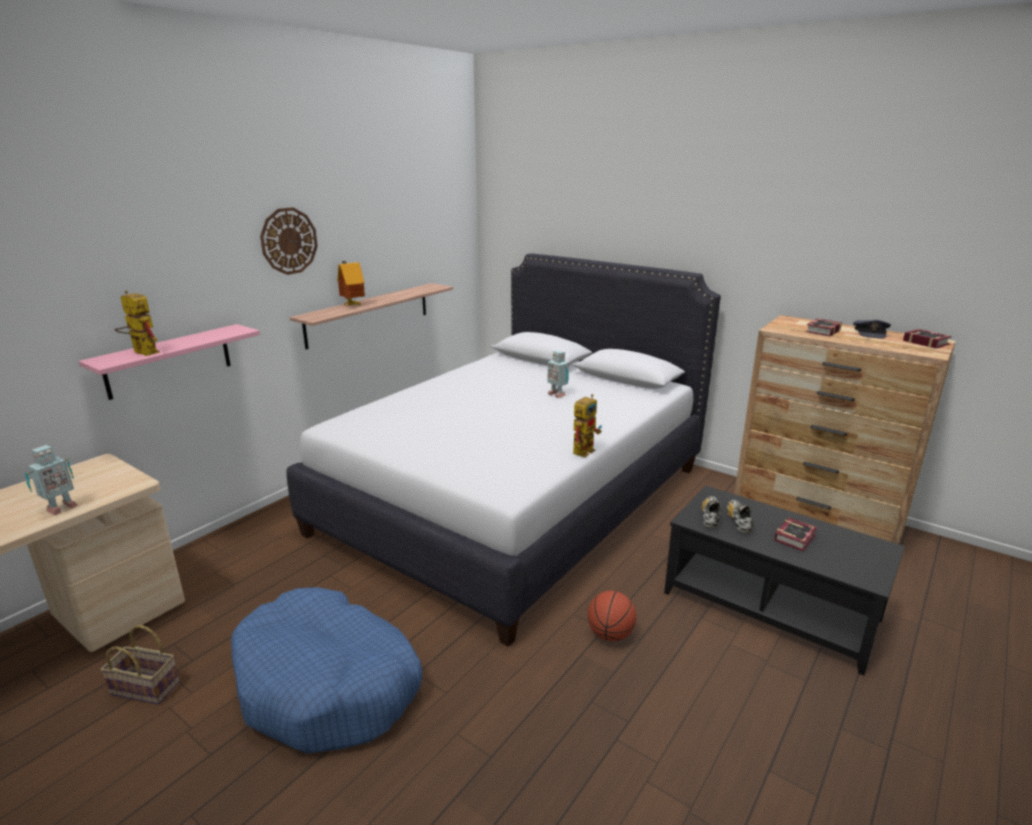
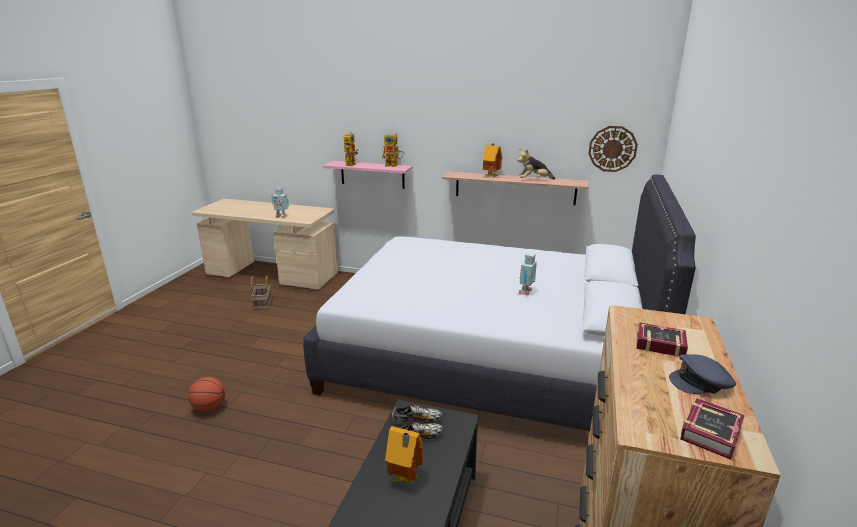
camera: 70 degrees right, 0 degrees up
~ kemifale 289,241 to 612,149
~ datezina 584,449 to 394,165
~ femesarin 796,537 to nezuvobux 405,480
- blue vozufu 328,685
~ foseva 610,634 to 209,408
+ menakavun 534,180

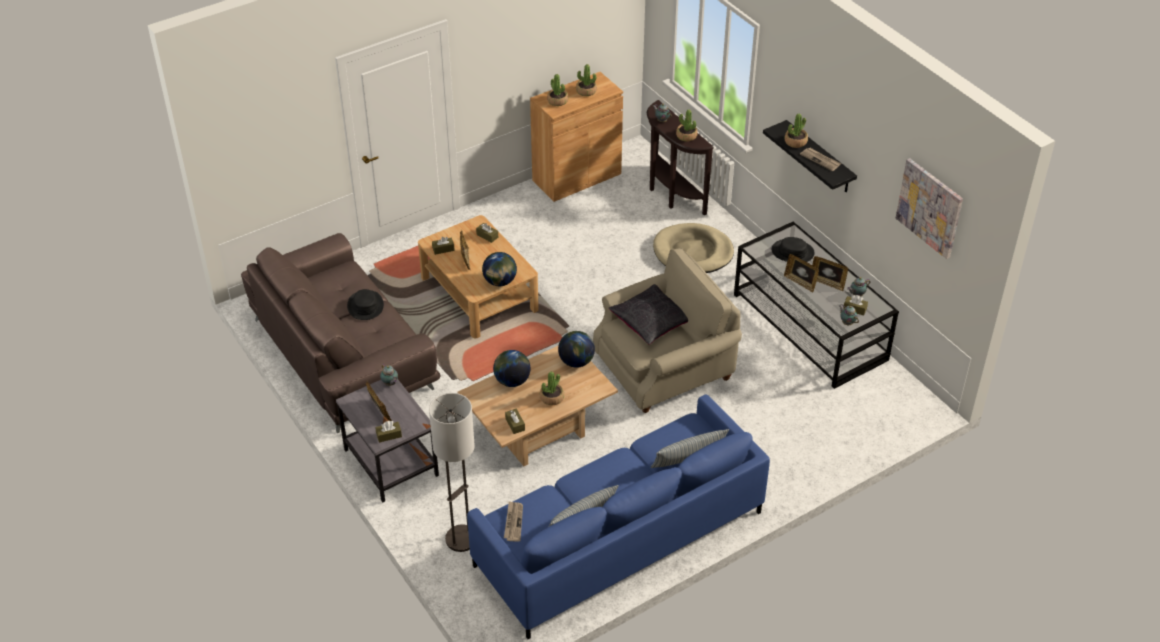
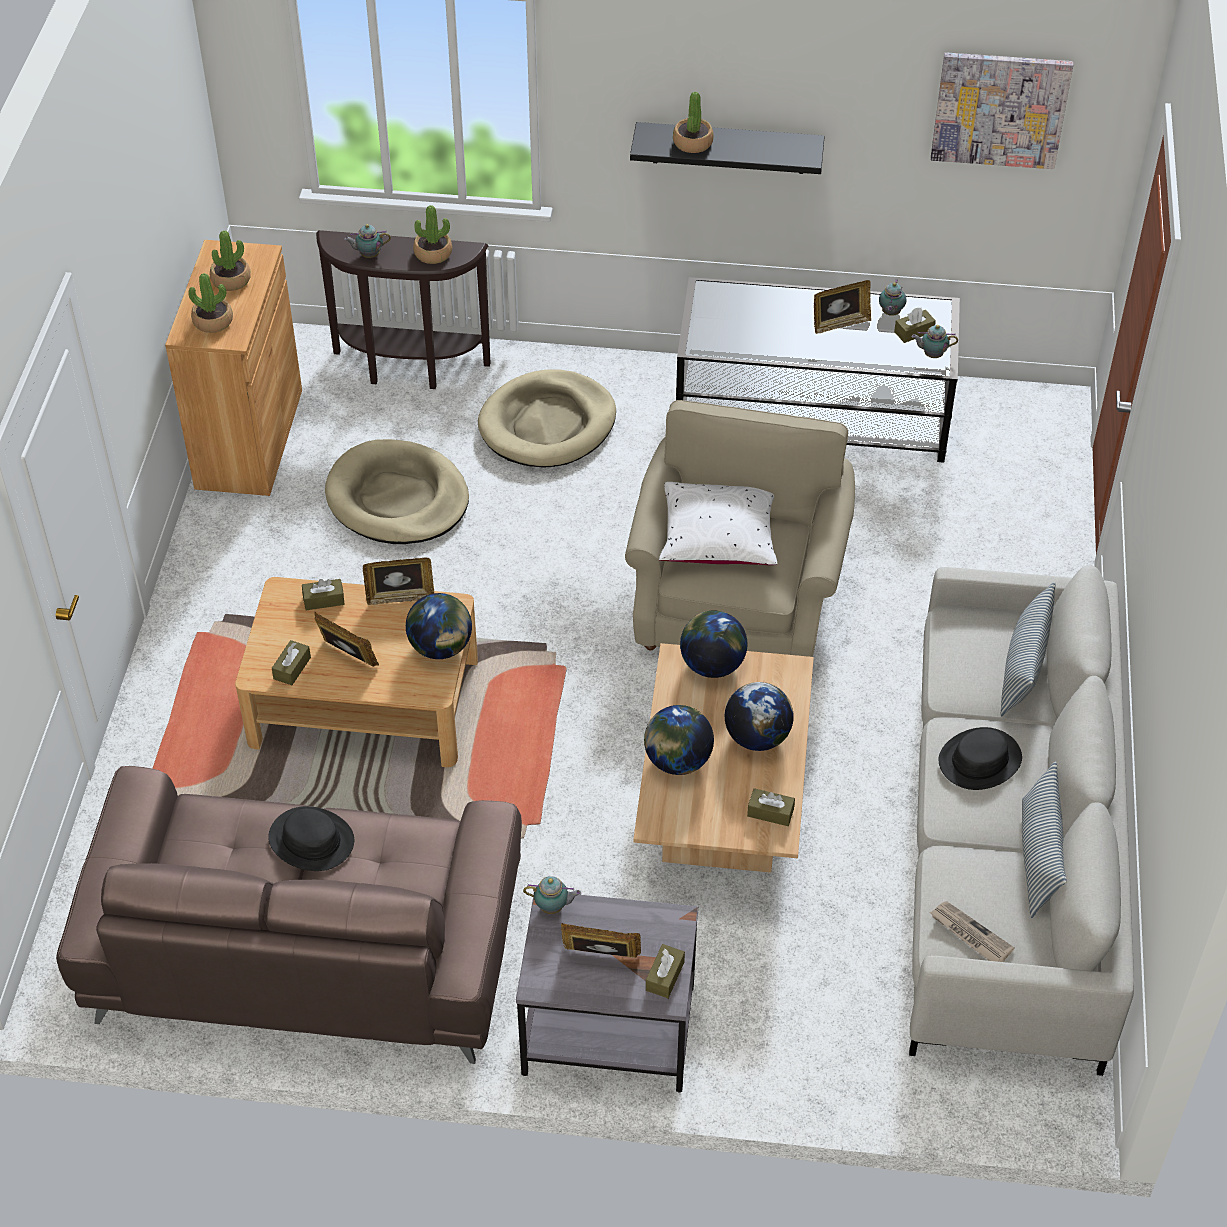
camera: 50 degrees left, 5 degrees up
- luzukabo 820,160
~ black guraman 792,252 to 980,760
~ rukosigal 800,282 to 400,597
~ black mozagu 651,322 to white mozagu 718,537
~ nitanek 551,397 to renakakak 757,737
- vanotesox 461,539
~ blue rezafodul 618,538 to grey rezafodul 1005,852
+ beige vozufu 397,498

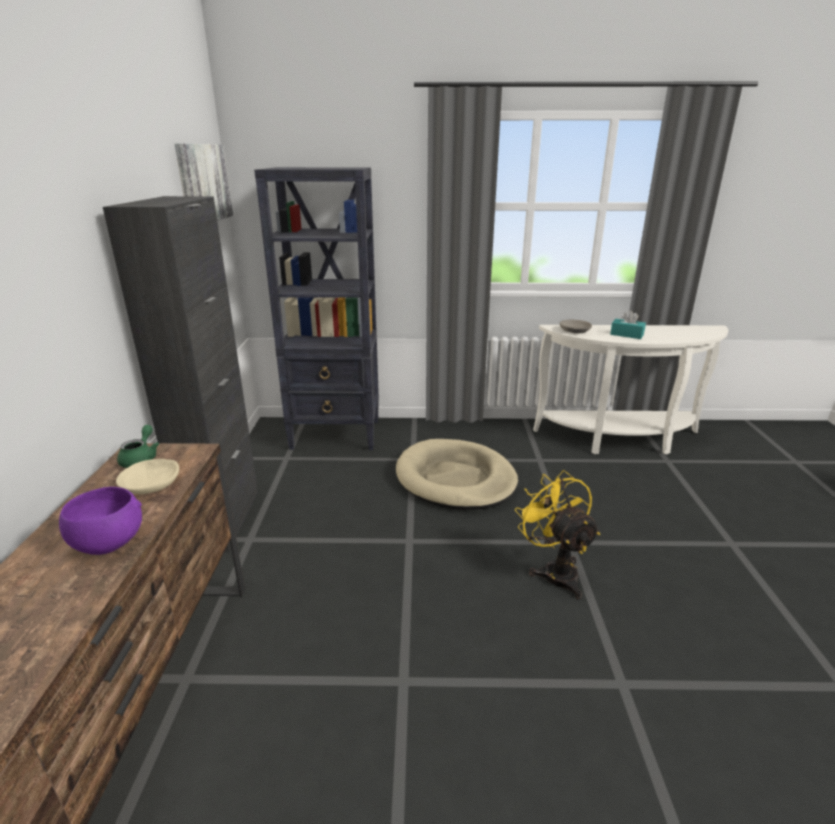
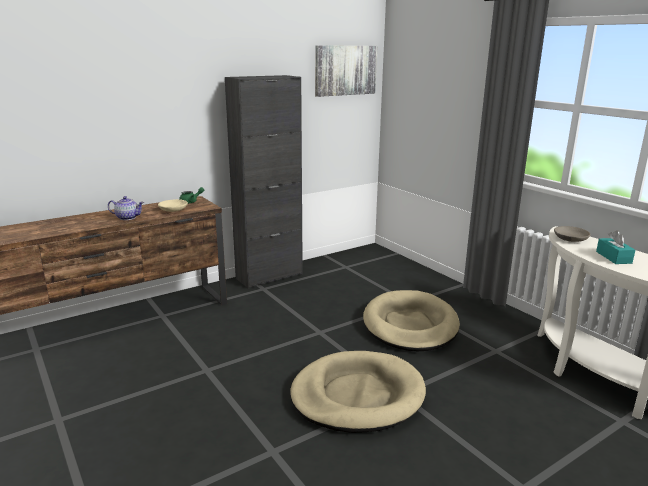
camera: 55 degrees right, 5 degrees down
- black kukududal 337,435
~ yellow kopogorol 555,570 to beige vozufu 357,395
~ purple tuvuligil 108,544 to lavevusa 127,217

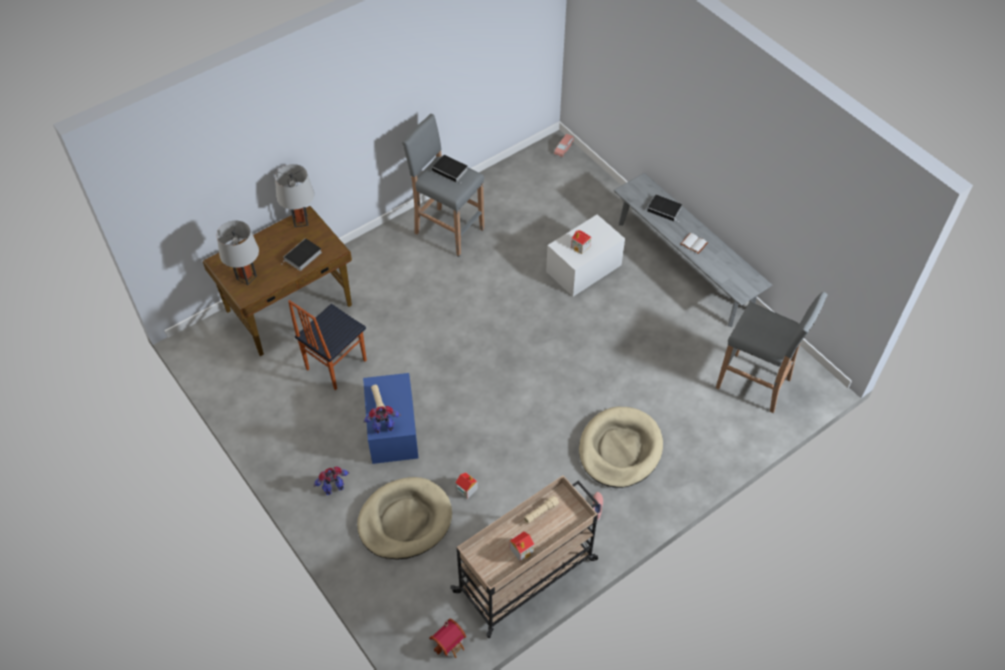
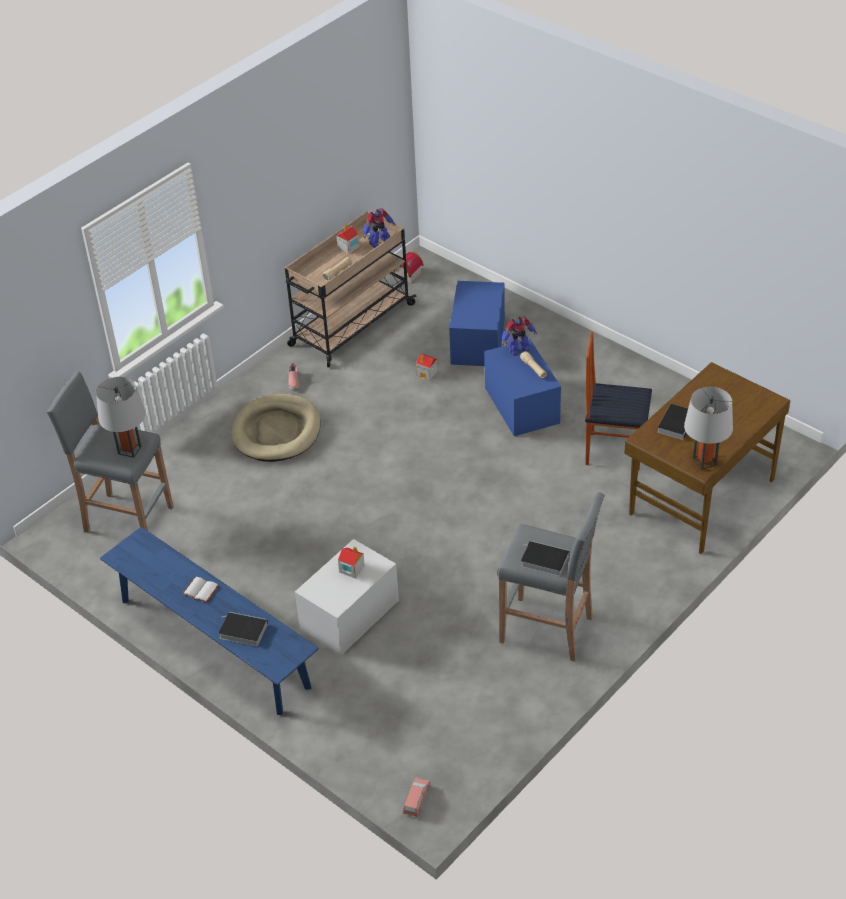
camera: 170 degrees right, 10 degrees down
~ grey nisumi 684,266 to blue nisumi 214,643
~ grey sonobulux 246,277 to 129,450
~ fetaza 335,364 = 614,450 105 degrees counterclockwise
~ datezina 334,488 to 378,242
~ beige vozufu 405,520 to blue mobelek 478,341

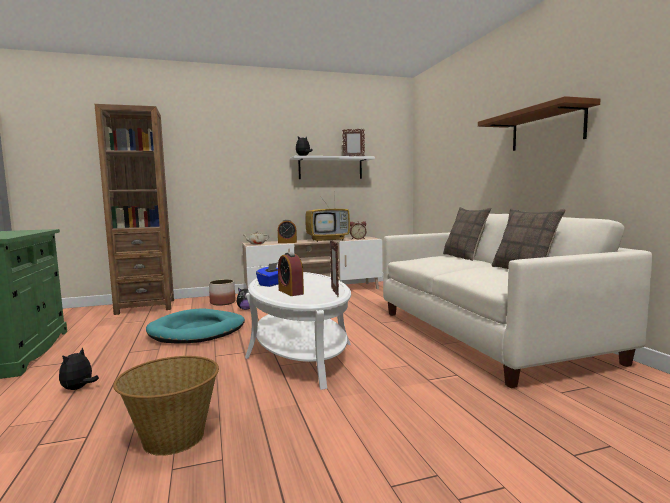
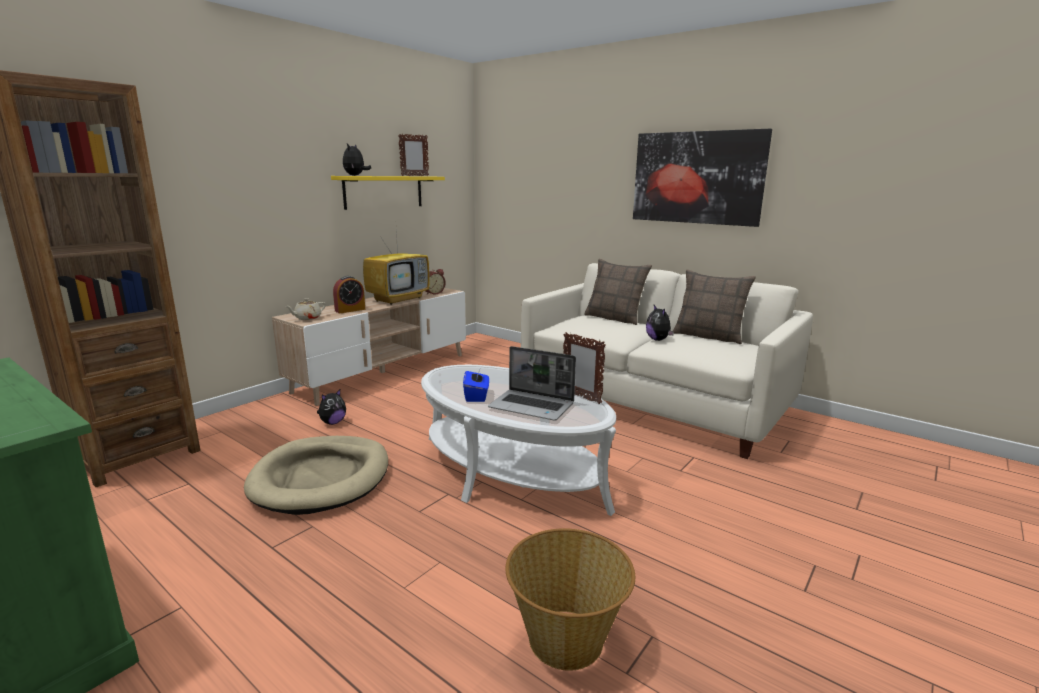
camera: 35 degrees left, 10 degrees up
~ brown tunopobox 547,128 to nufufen 697,178
~ white tunopobox 330,168 to yellow tunopobox 384,192
~ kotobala 291,292 to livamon 532,406
- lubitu 222,303
~ turquoise vozufu 198,331 to beige vozufu 321,478
~ menakavun 78,388 to 658,340

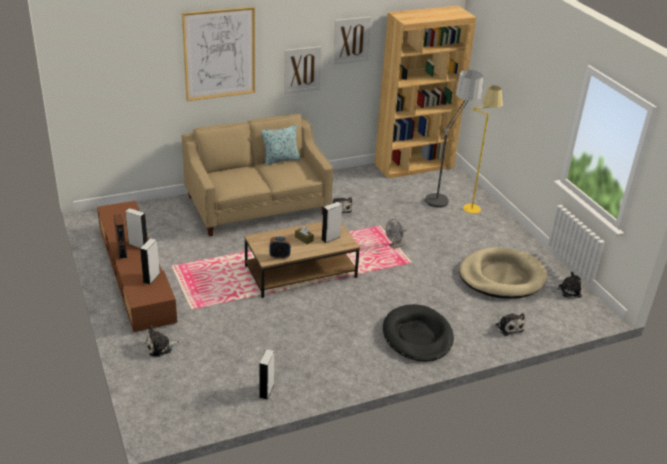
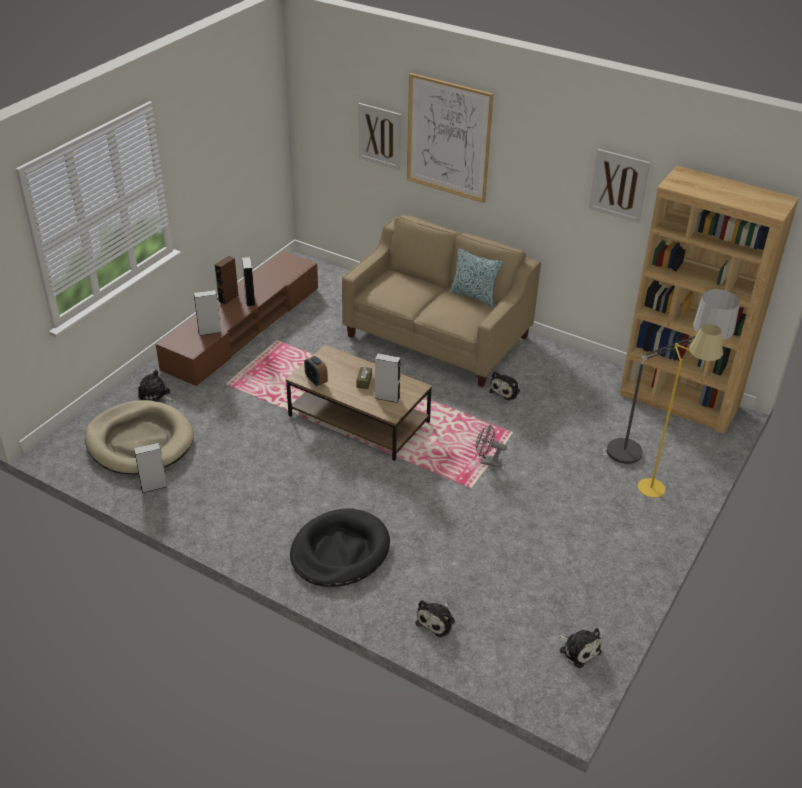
camera: 55 degrees right, 5 degrees up
~ nufufen 302,69 to 380,136
~ beige vozufu 501,277 to 139,441

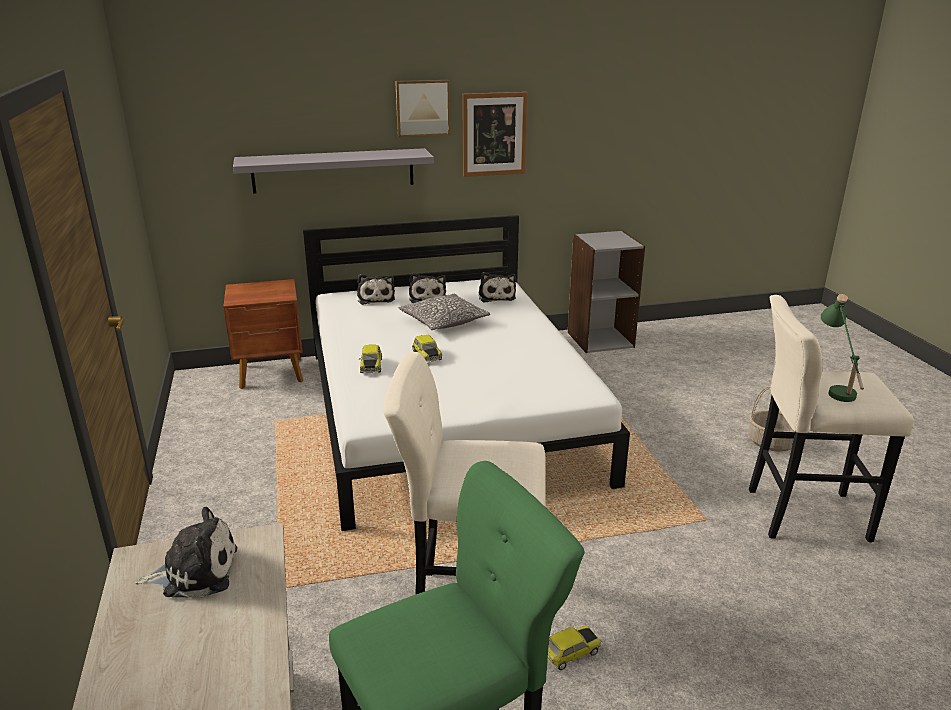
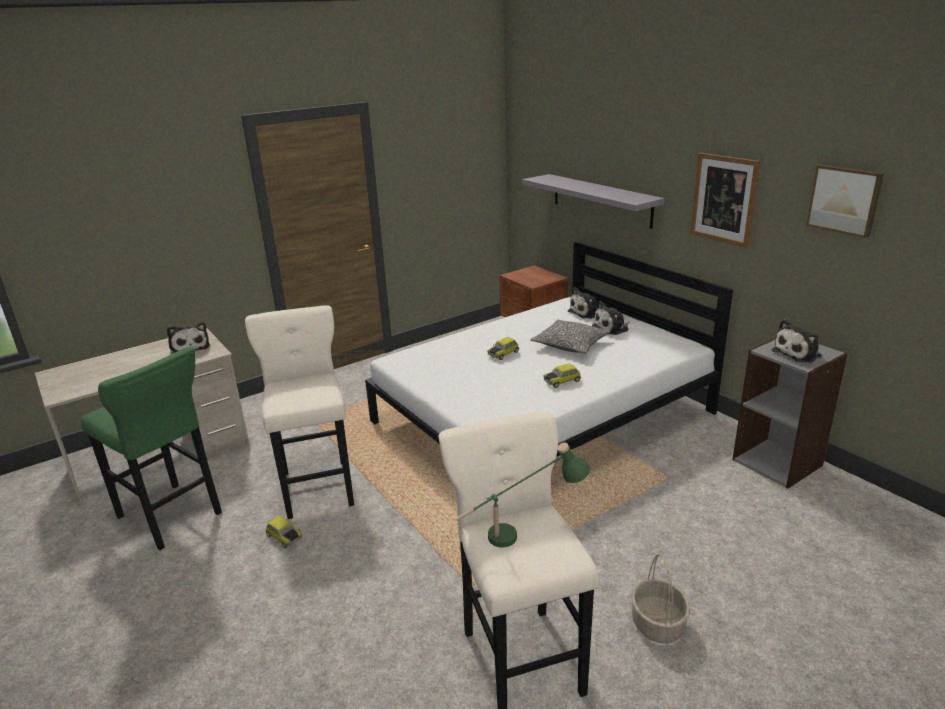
camera: 70 degrees right, 0 degrees up
~ nufufen 422,108 to 845,200
~ menakavun 496,296 to 799,353
~ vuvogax 370,366 to 562,381

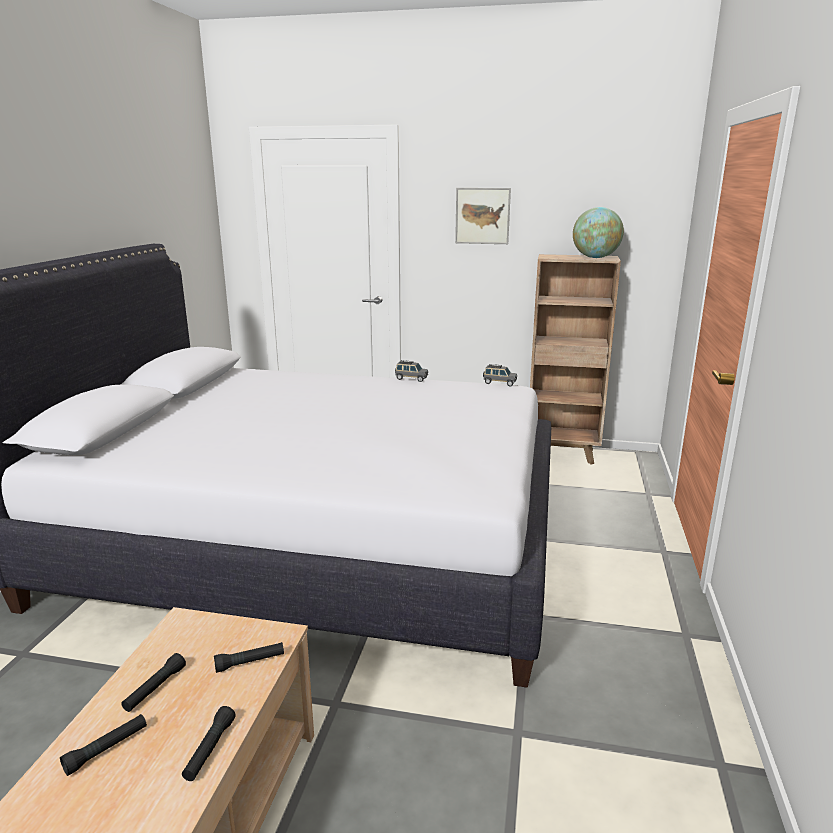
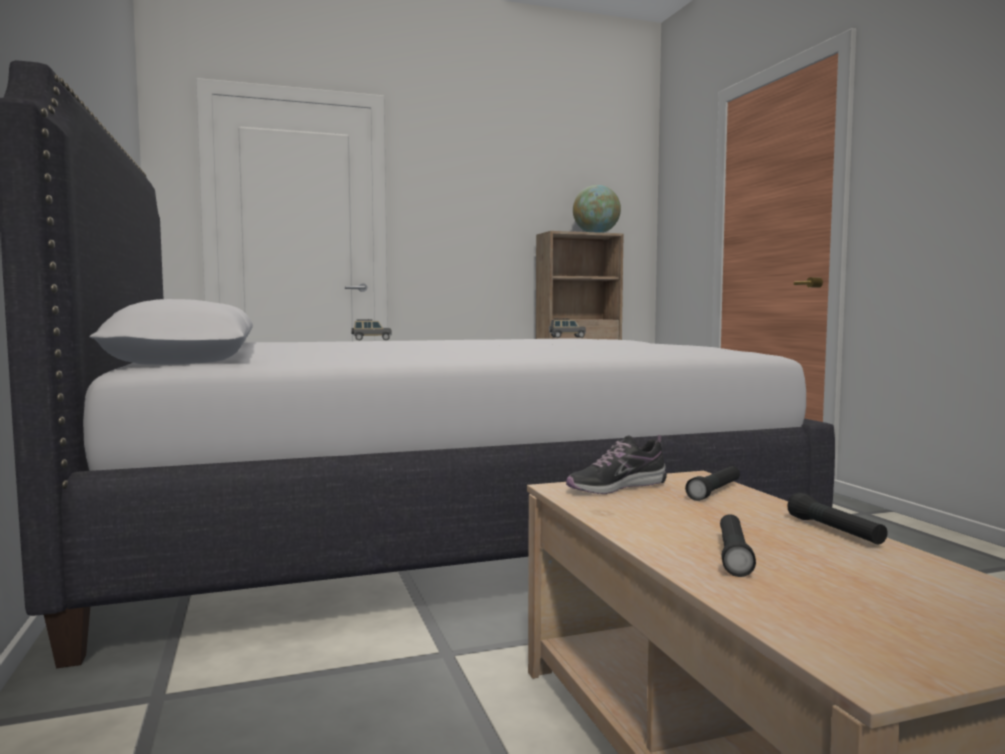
camera: 30 degrees left, 15 degrees down
- nufufen 482,216
~ grey vuvogax 411,379 to 371,340
- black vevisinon 155,689
+ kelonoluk 616,487

